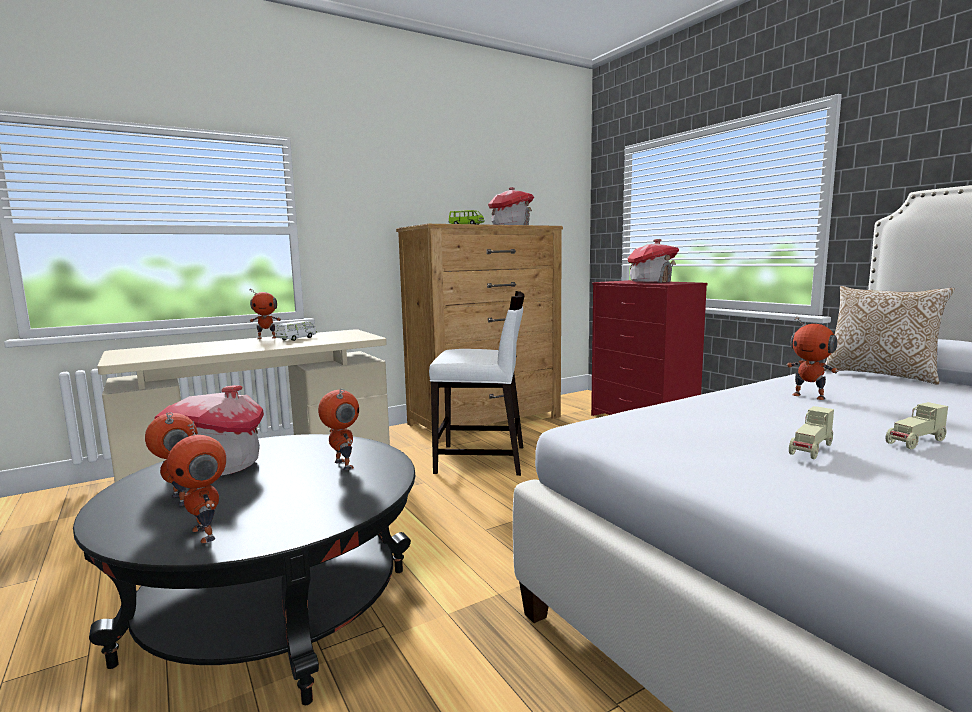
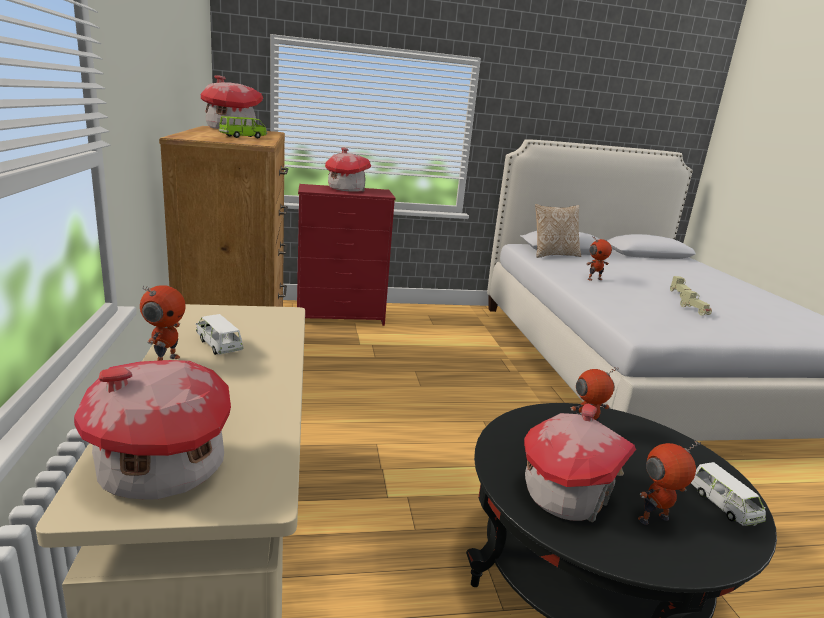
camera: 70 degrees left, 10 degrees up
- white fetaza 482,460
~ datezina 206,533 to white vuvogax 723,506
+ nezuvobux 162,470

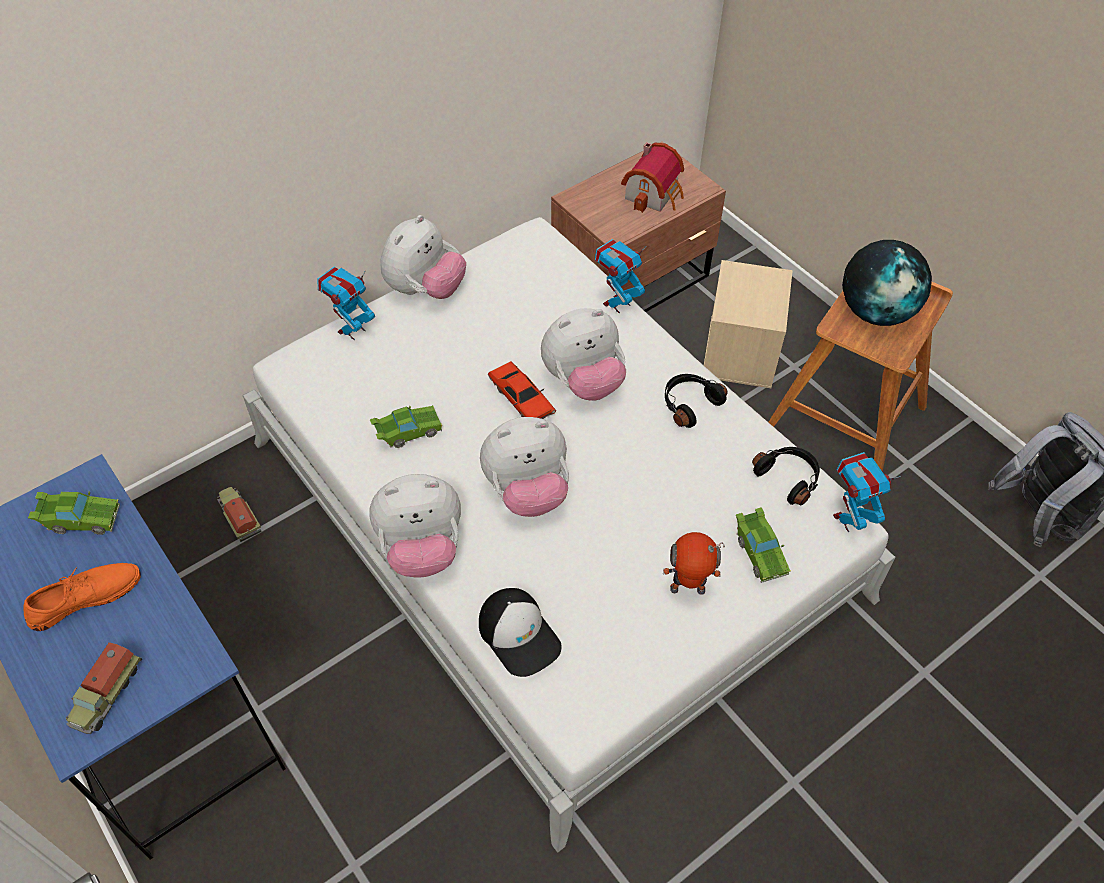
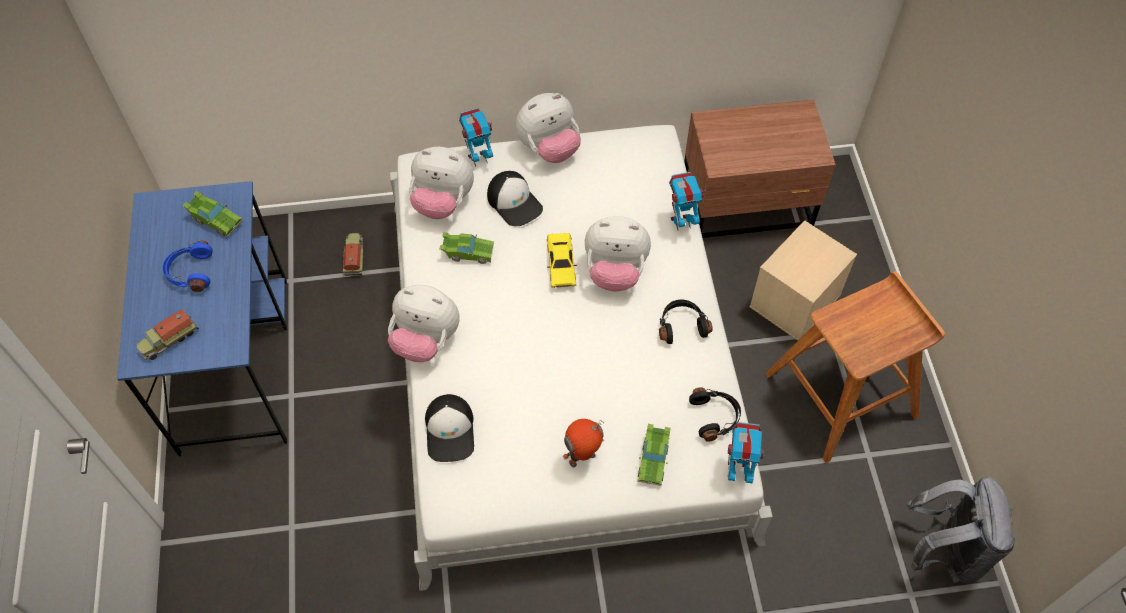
camera: 30 degrees right, 5 degrees up
- nezuvobux 654,194
- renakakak 876,312
~ red vuvogax 521,399 to yellow vuvogax 561,264
~ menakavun 527,491 to 442,202
~ datezina 687,590 = 582,460 60 degrees counterclockwise
~ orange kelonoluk 85,597 to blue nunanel 190,272
+ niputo 514,202

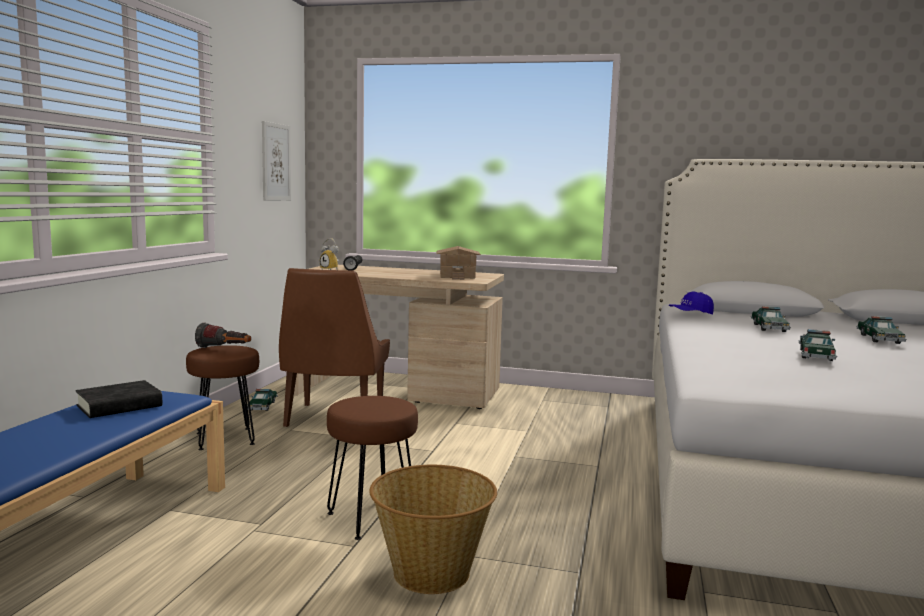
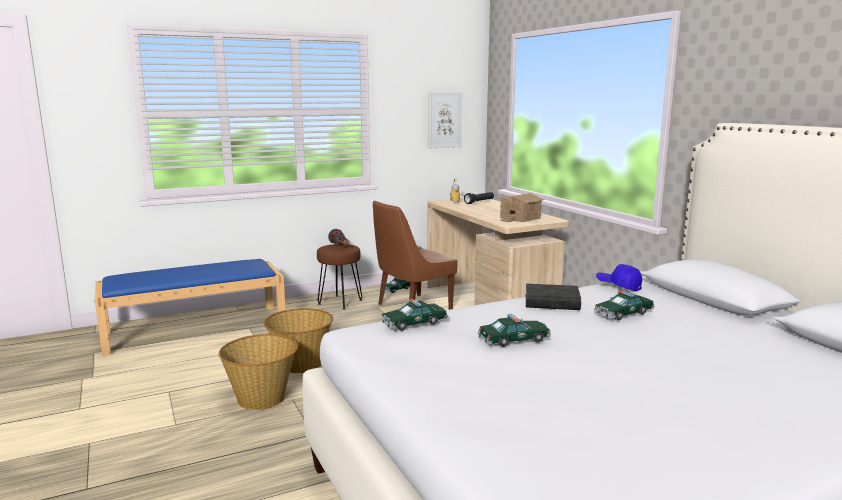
camera: 50 degrees right, 5 degrees up
~ vuvogax 879,339 to 414,323
~ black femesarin 119,406 to 552,302
~ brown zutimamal 371,518 to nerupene 300,364

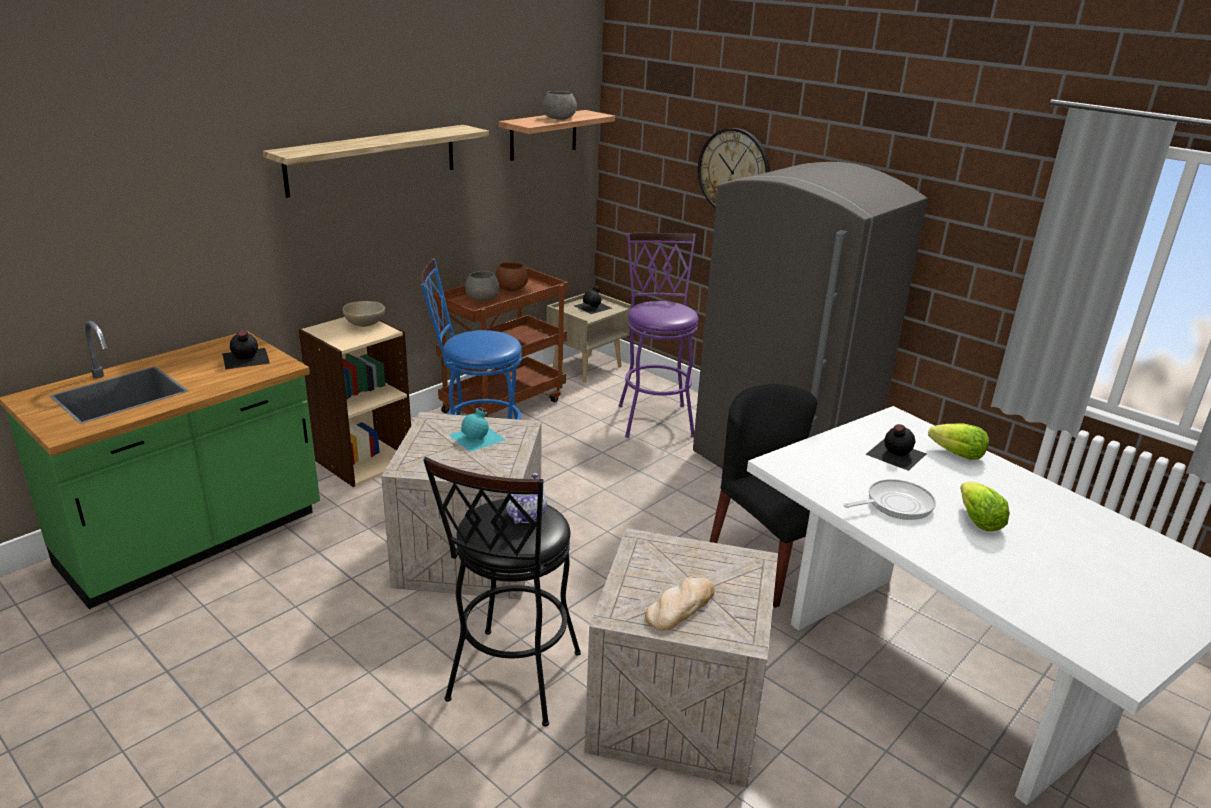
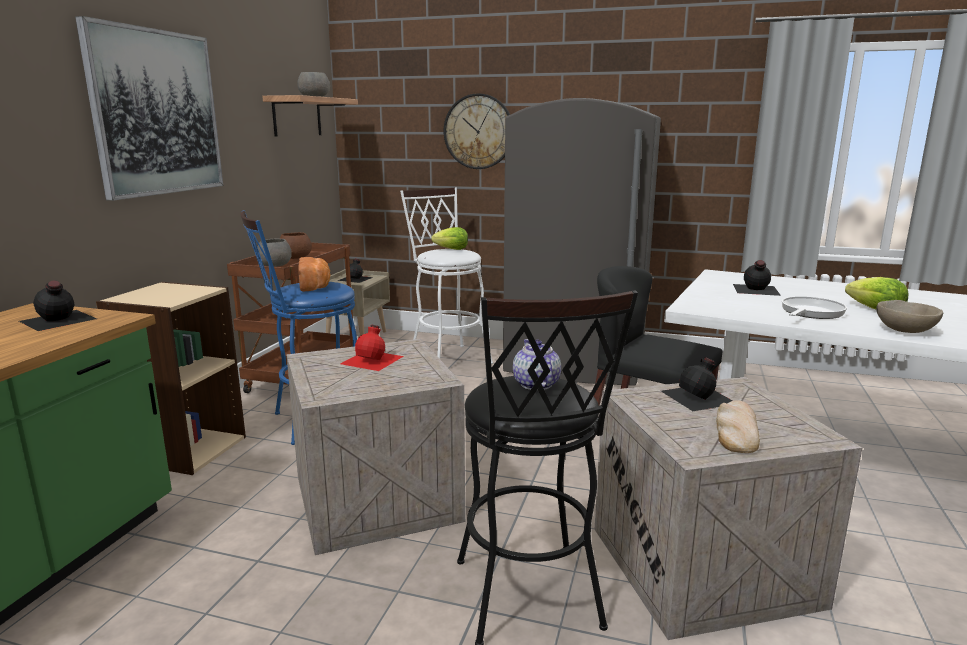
camera: 25 degrees left, 10 degrees down
~ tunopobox 373,159 to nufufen 156,113
~ purple zutimamal 654,417 to white zutimamal 447,357
~ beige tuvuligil 365,324 to 905,331
~ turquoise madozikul 478,437 to red madozikul 373,359
~ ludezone 957,455 to 452,249
+ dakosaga 315,286
+ black madozikul 699,397

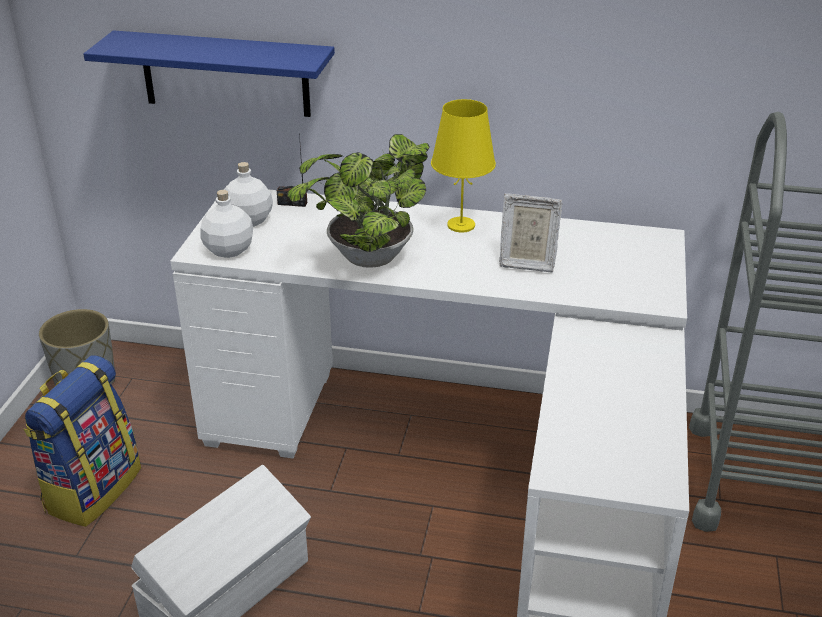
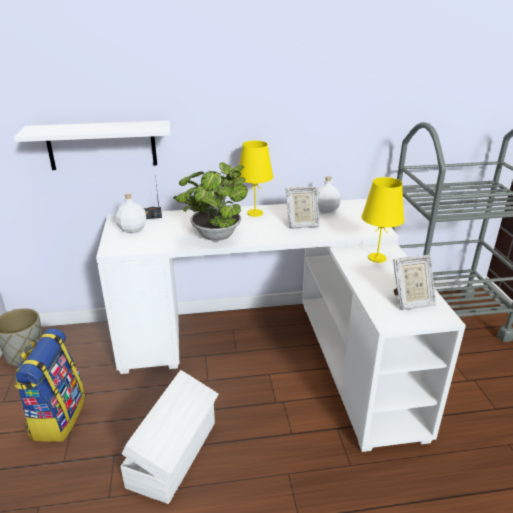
camera: 20 degrees left, 5 degrees down
~ blue tunopobox 225,74 to white tunopobox 102,145
~ white madozikul 229,249 to 326,209
+ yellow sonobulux 377,258
+ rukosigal 411,302

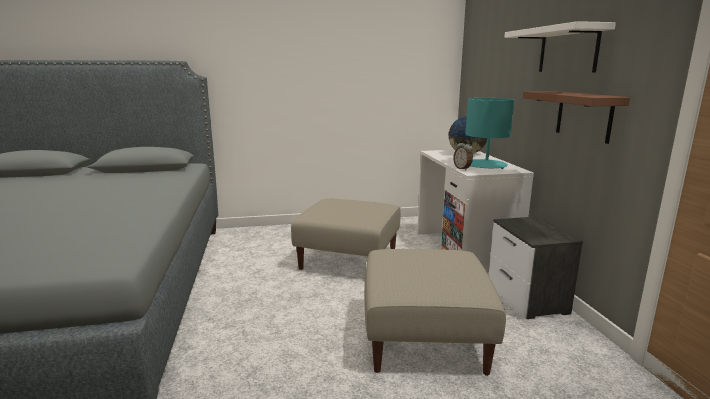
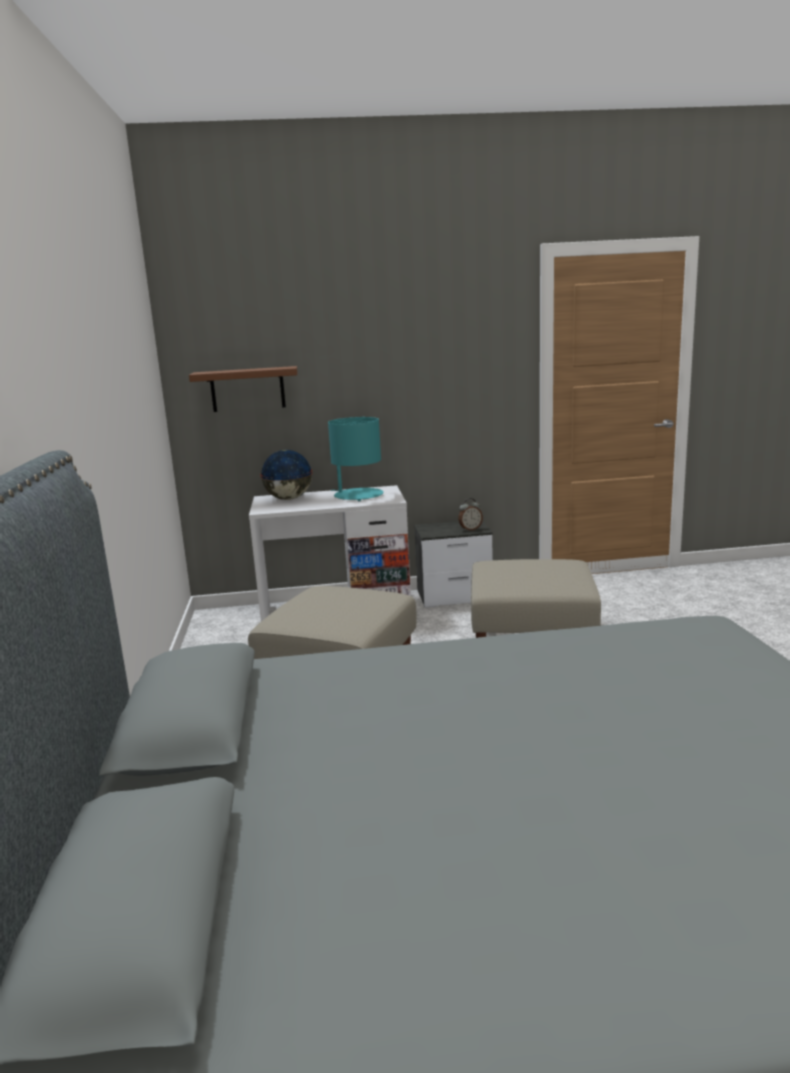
camera: 85 degrees left, 0 degrees up
- white tunopobox 568,50
~ brown tunopobox 584,115 to 247,389
~ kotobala 462,168 to 470,529

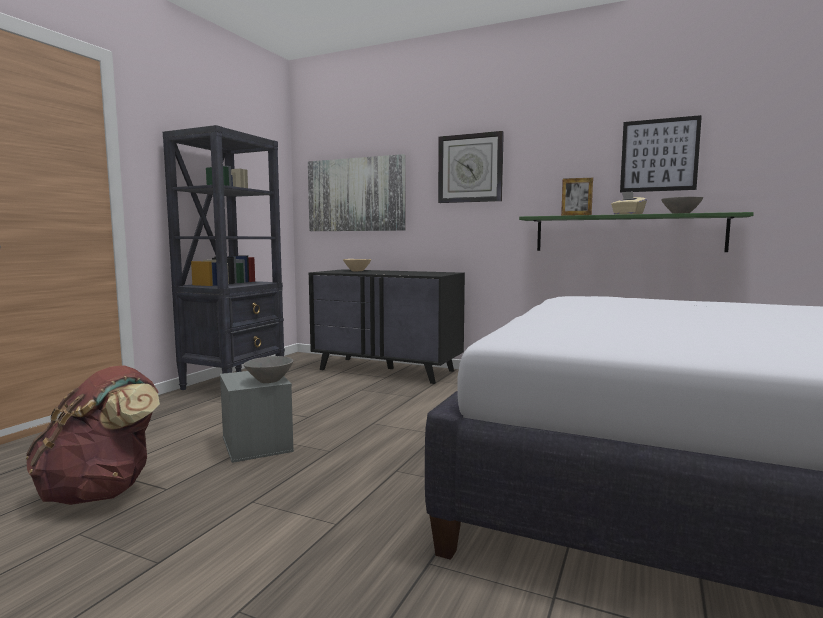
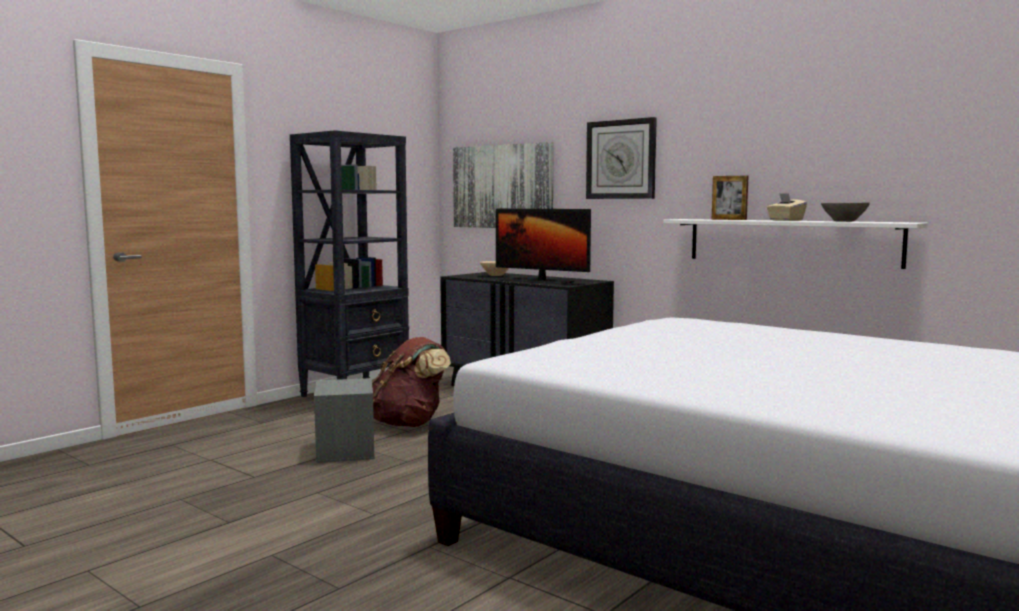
camera: 15 degrees right, 0 degrees up
- nufufen 659,155
~ green tunopobox 627,233 to white tunopobox 791,242
- grey tuvuligil 268,381
~ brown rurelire 102,491 to 409,423
+ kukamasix 541,281

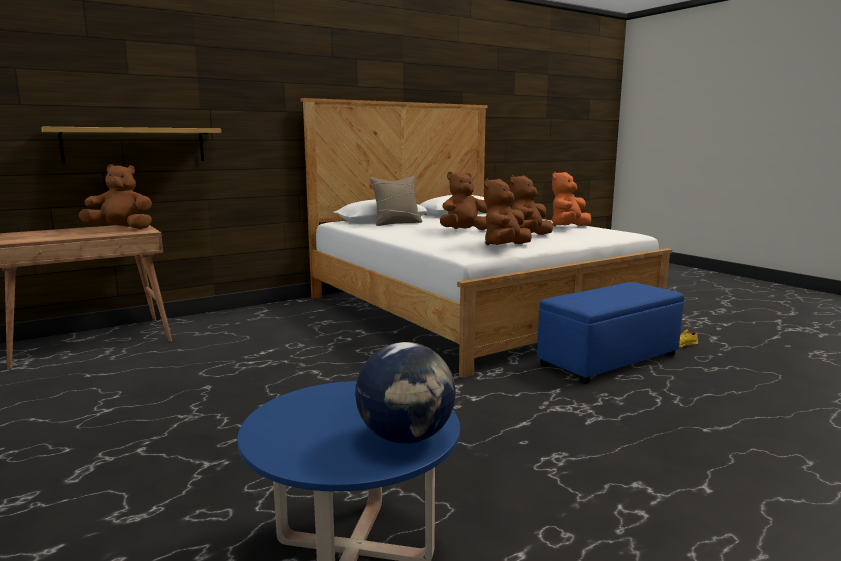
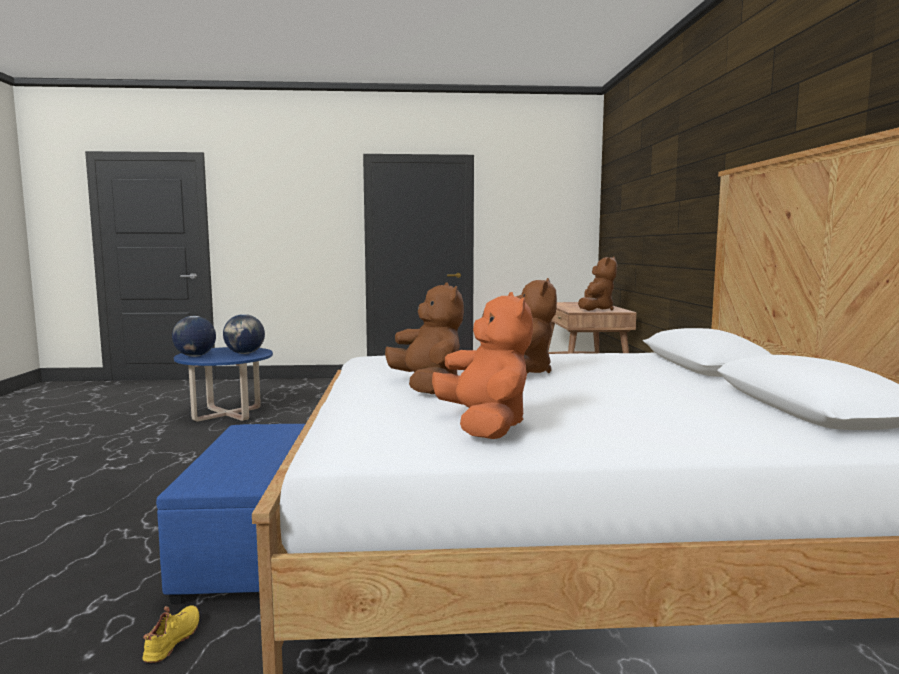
camera: 120 degrees right, 5 degrees down
- tunopobox 135,145
- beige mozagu 396,223
- brown menakavun 505,247
+ renakakak 244,353

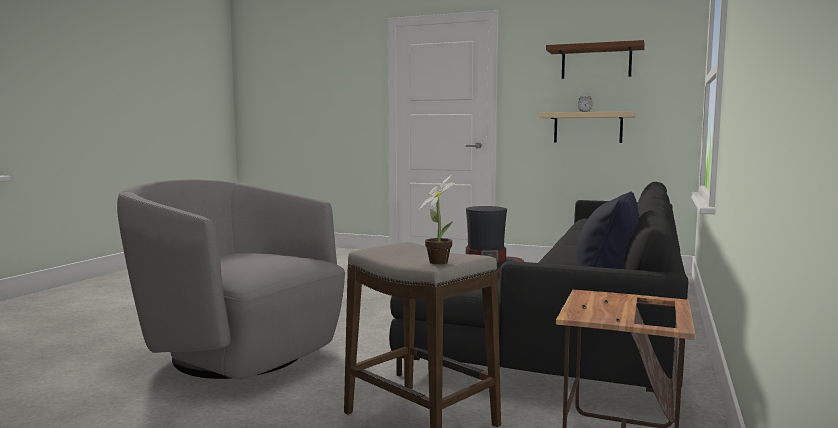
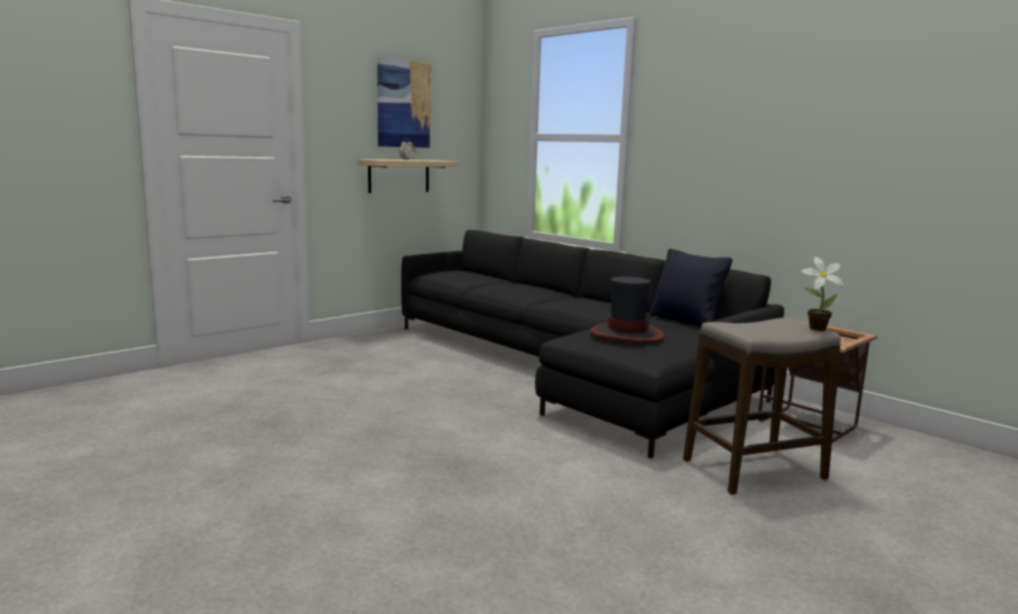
camera: 65 degrees left, 5 degrees up
~ brown tunopobox 596,62 to nufufen 404,104
- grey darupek 238,353

